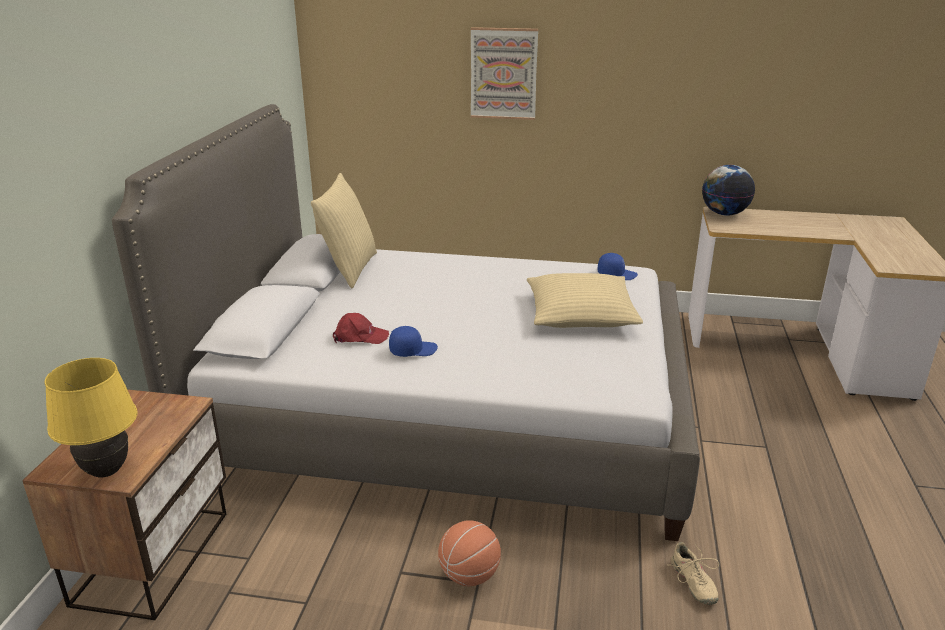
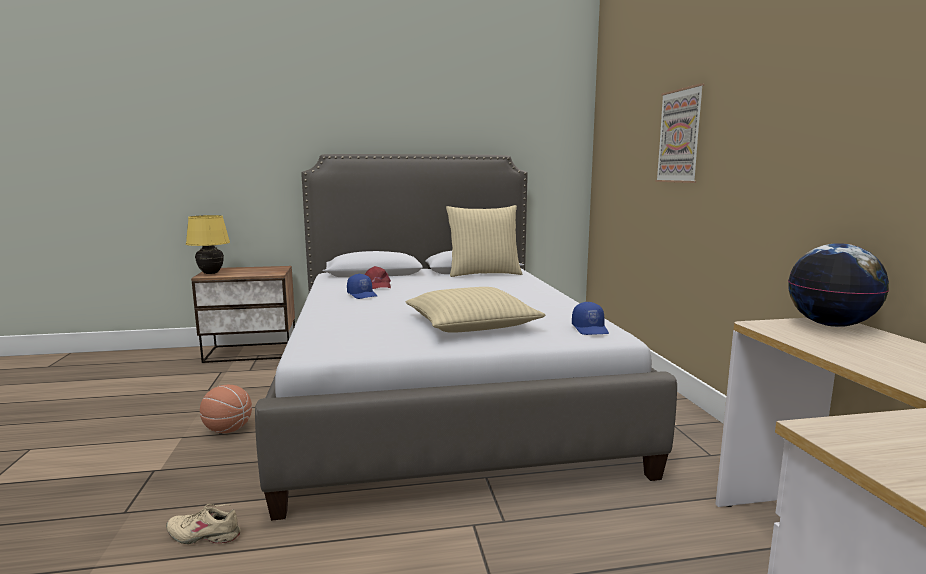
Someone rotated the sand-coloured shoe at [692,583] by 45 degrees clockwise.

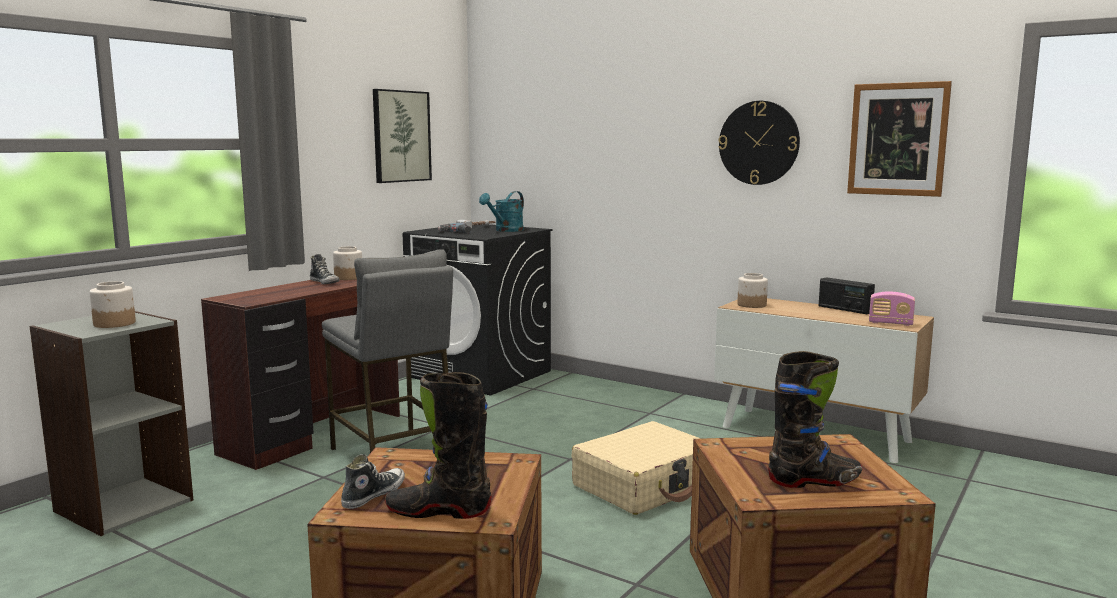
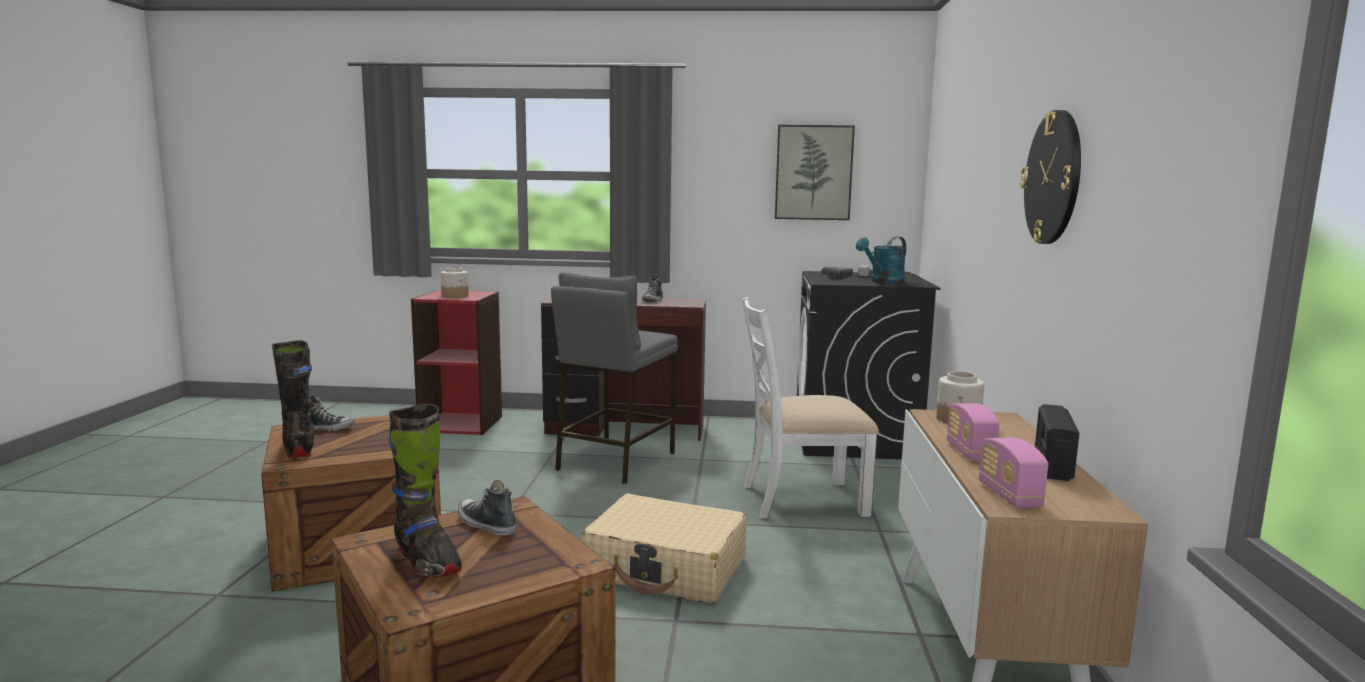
Someone repainted the grey shelving unit at [123,505], which became the red shelving unit at [461,423].
Someone took away the jar at [349,277].
Someone rotated the turquoise-coloured sprinkling can at [505,230] by 45 degrees counterclockwise.
Someone took away the picture at [897,139].
Someone put down the shoe at [486,524].
Someone put down the white upright chair at [802,499].
Someone put down the radio at [969,453].

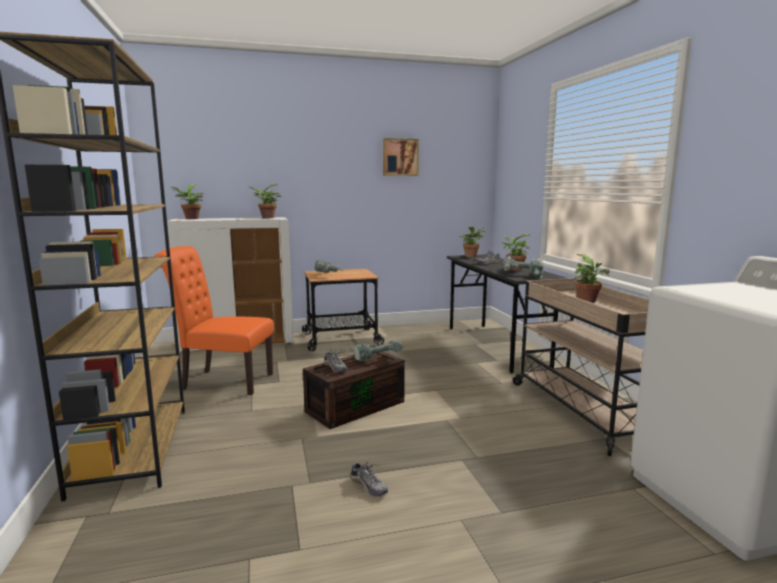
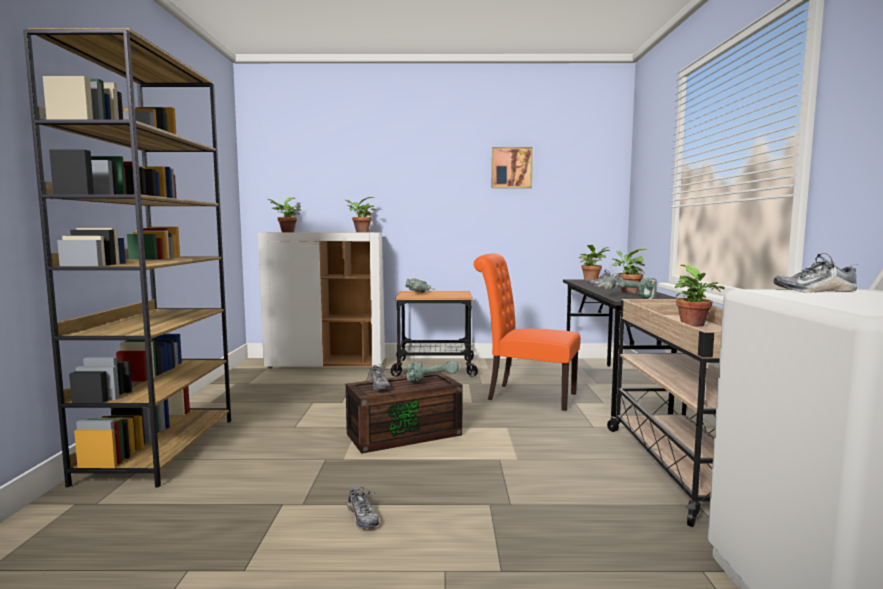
Someone carried the orangey upright chair from [222,381] to [526,396].
Someone put down the shoe at [814,291].

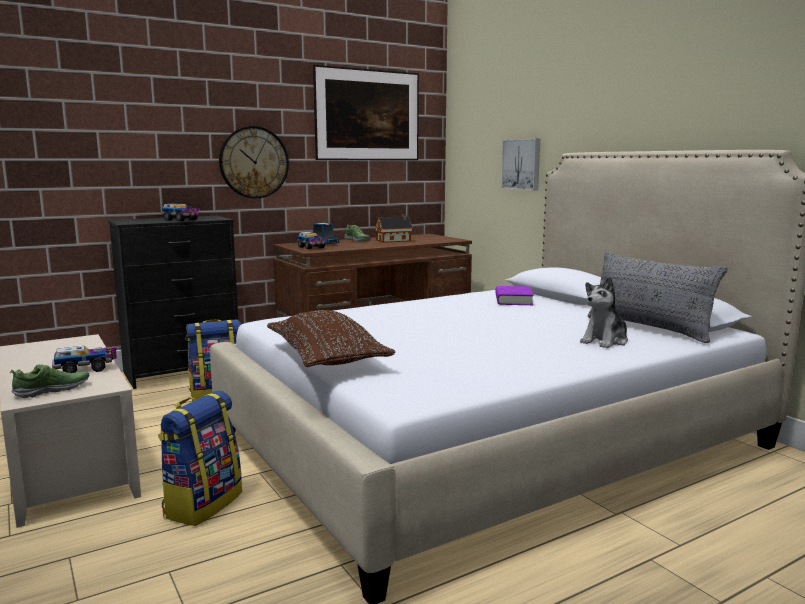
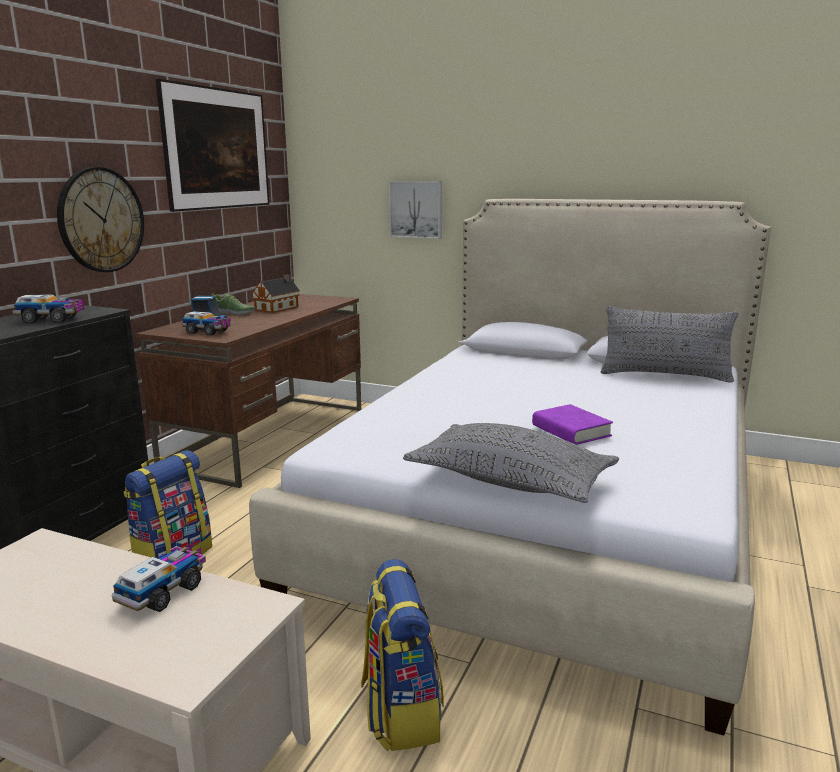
Someone took away the shoe at [52,390].
Someone repainted the brown cushion at [326,358], which became the grey cushion at [510,482].
Someone carried the purple book from [513,300] to [571,431].
Someone took away the soft toy at [605,341].

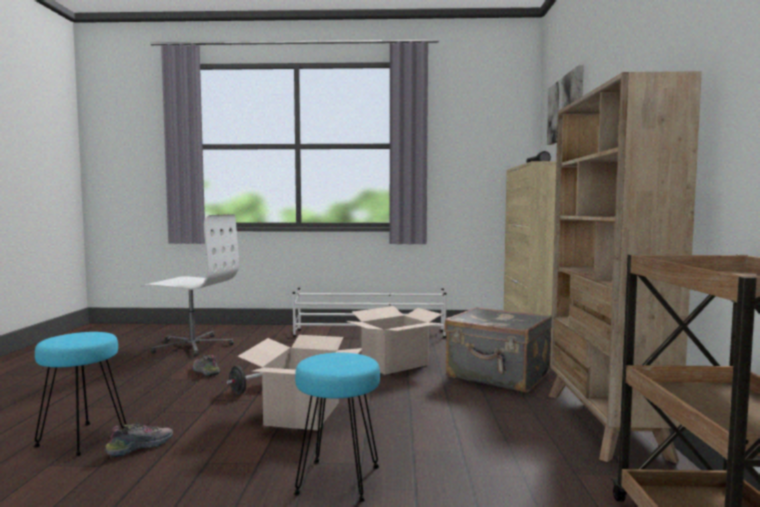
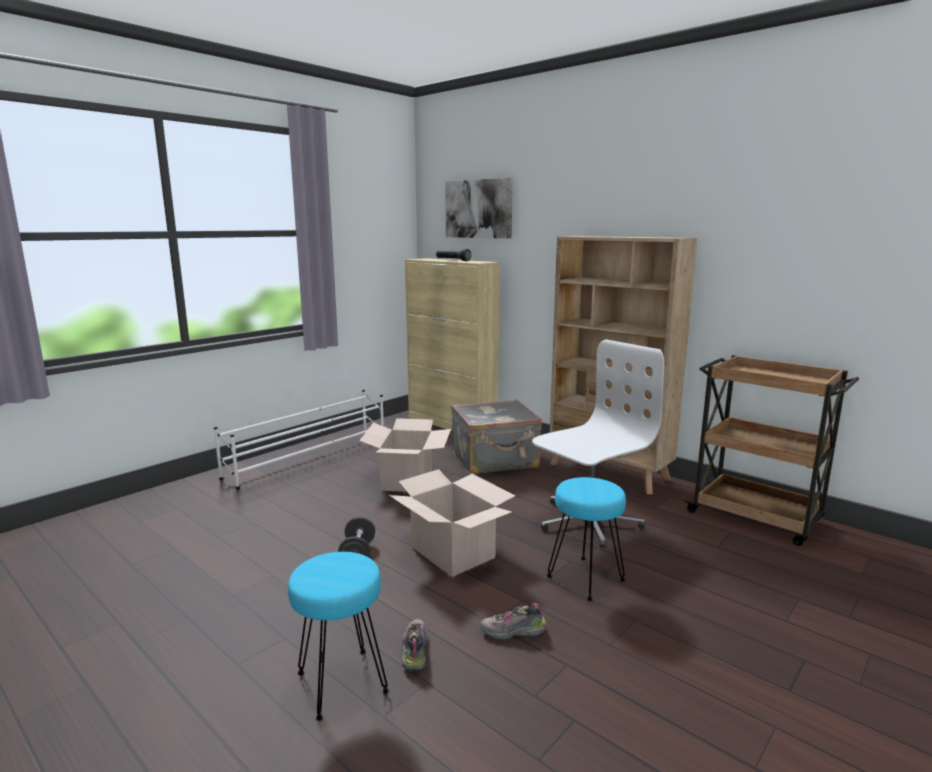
Someone carried the white office chair from [192,346] to [588,521].
Someone carried the shoe from [205,371] to [512,632].

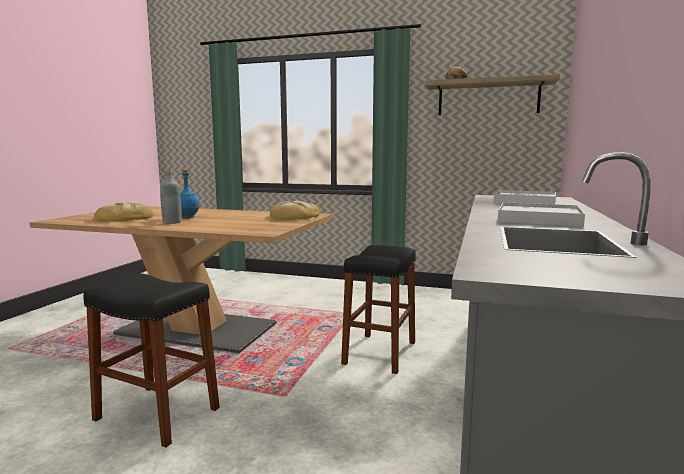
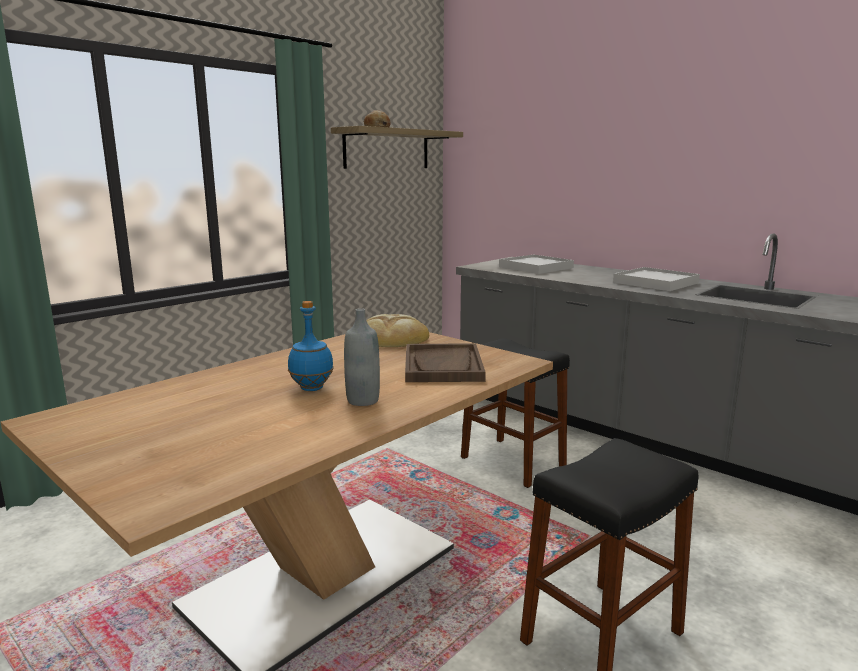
Someone took away the bakery bread at [124,218].
Someone put down the brown carrying tray at [443,366].

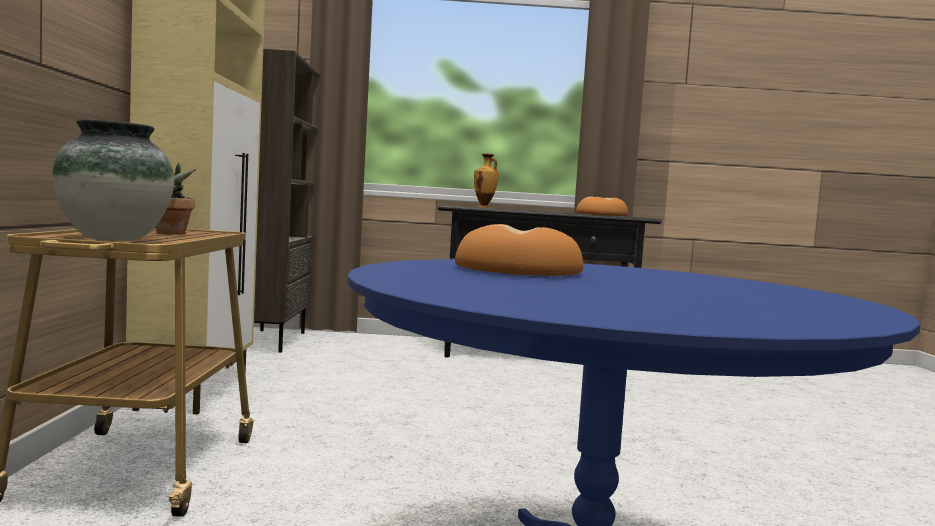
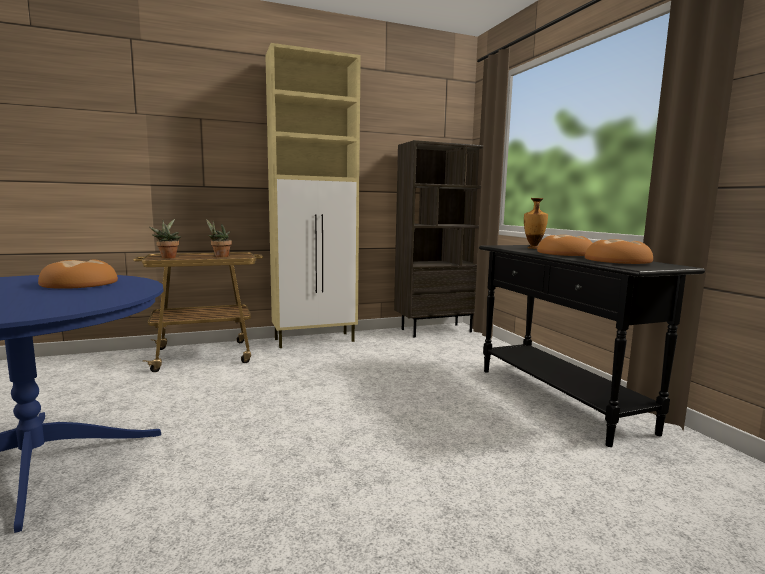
Someone swapped the flower vase at [115,239] for the plant in a pot at [168,257].
Someone put down the bakery bread at [564,254].

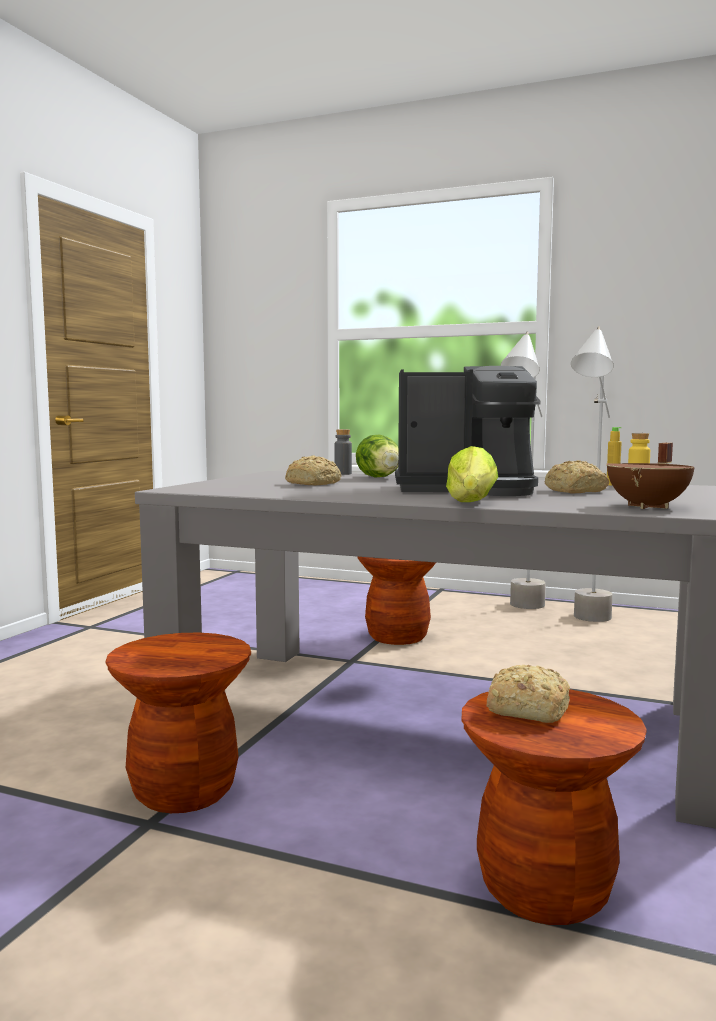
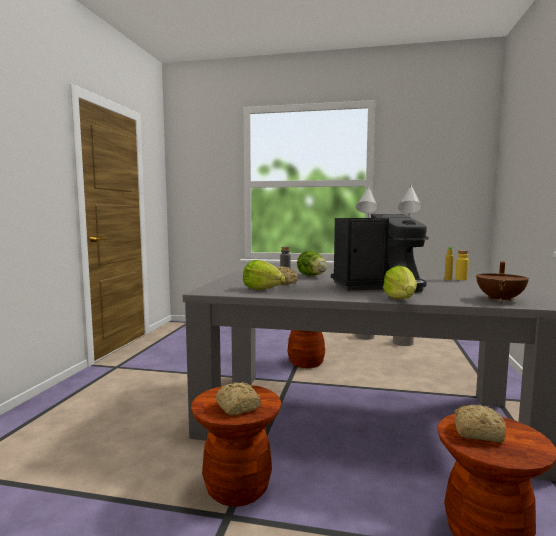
Someone carried the bakery bread from [575,491] to [237,407].
Someone put down the lettuce head at [262,289].

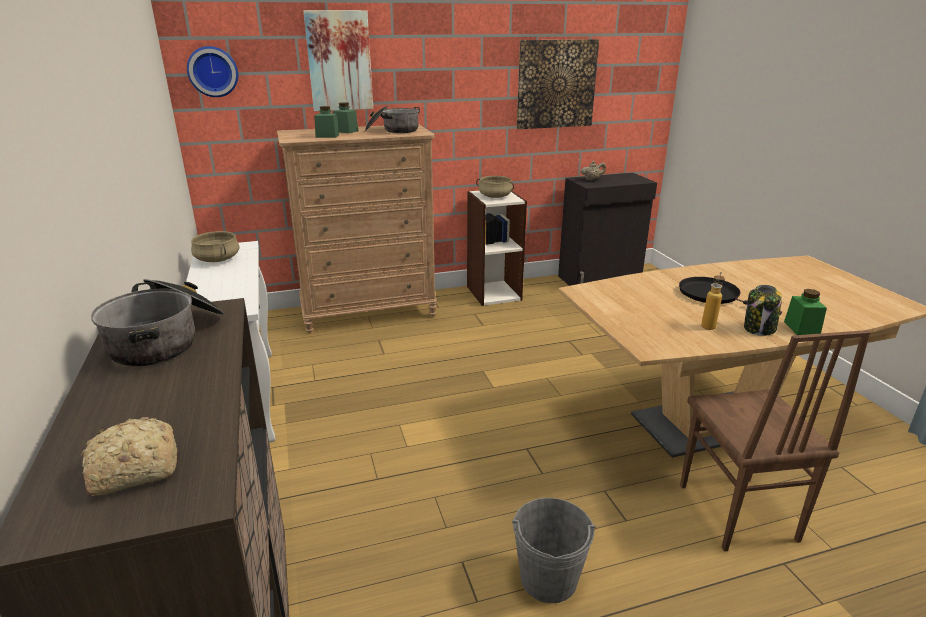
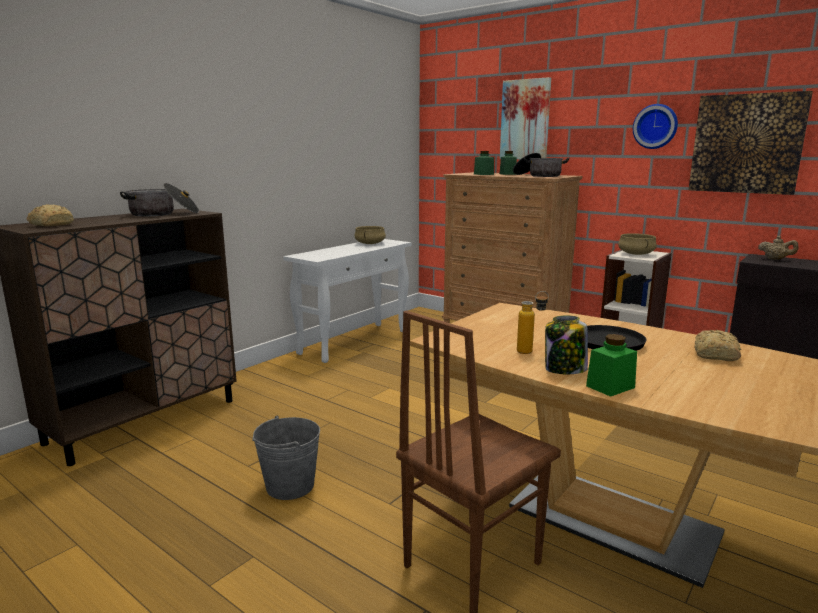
Someone carried the hanging clock from [213,71] to [655,126].
Someone put down the bakery bread at [715,355].

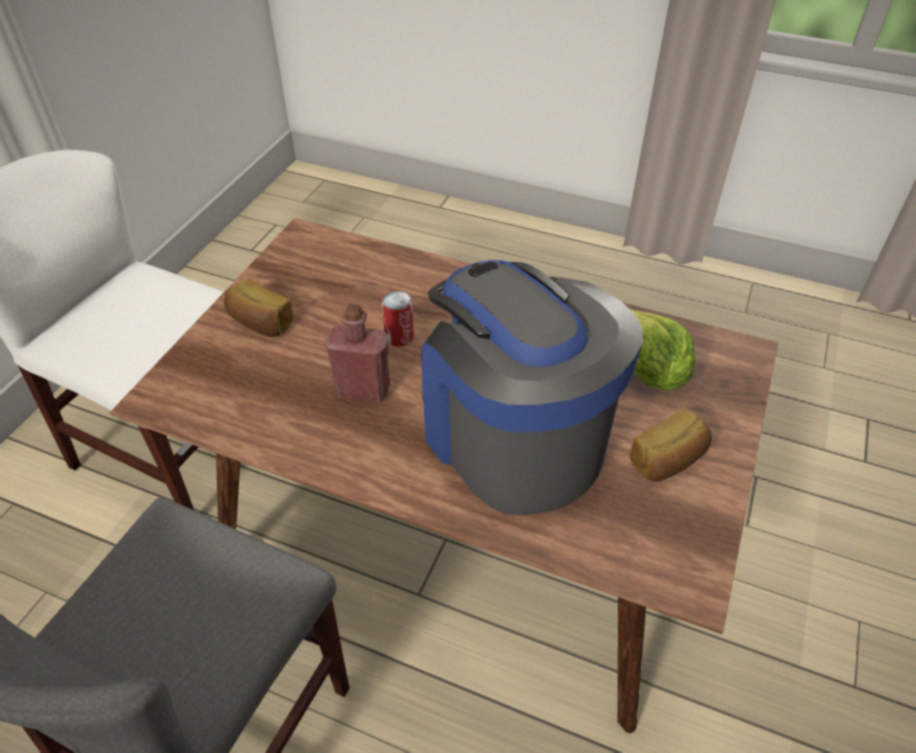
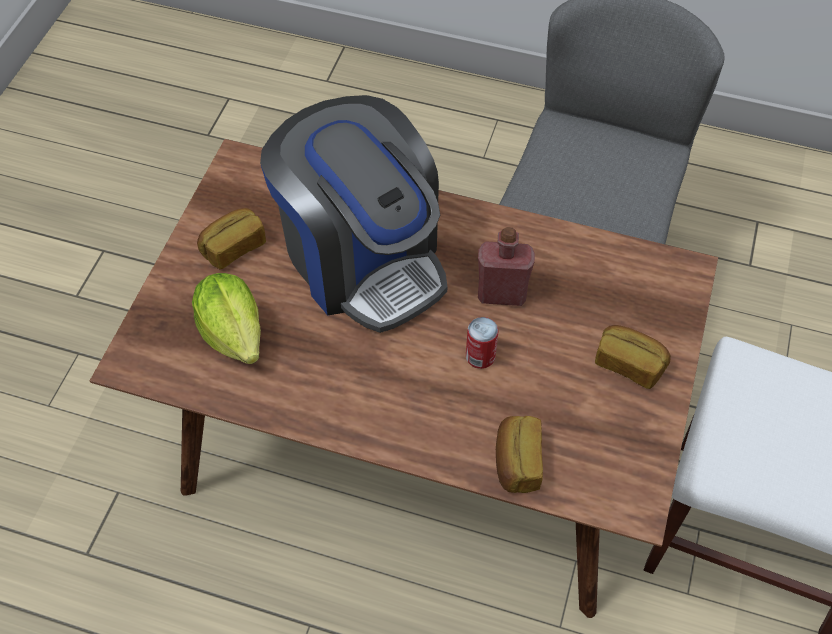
Someone put down the bakery bread at [516,462].

